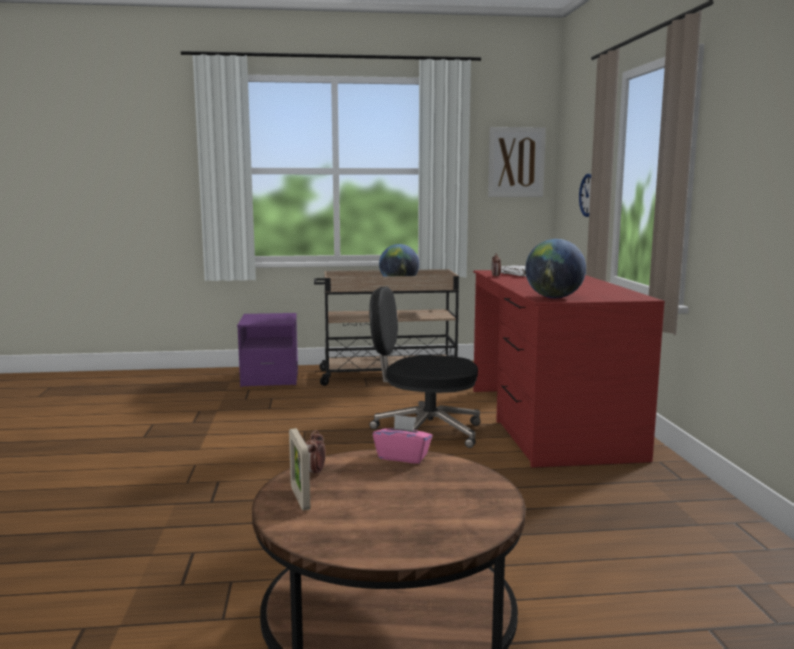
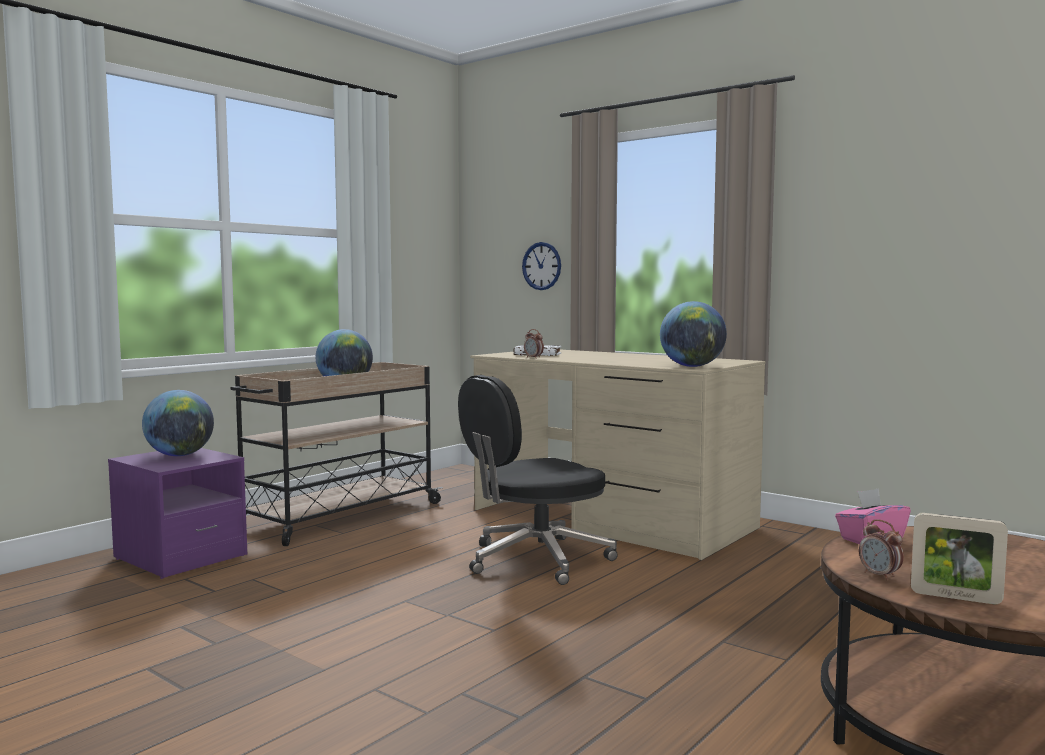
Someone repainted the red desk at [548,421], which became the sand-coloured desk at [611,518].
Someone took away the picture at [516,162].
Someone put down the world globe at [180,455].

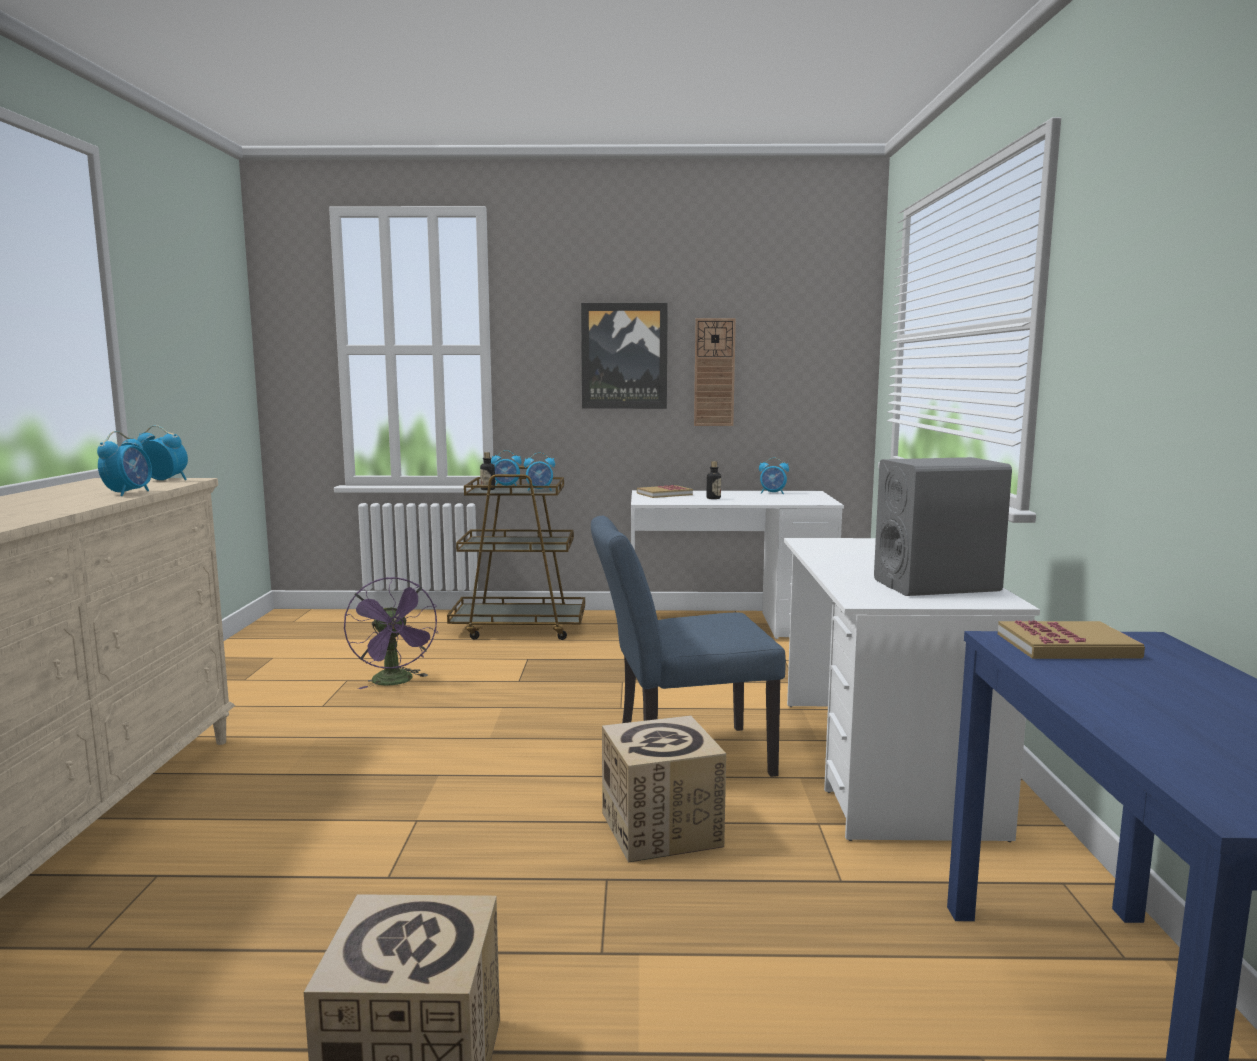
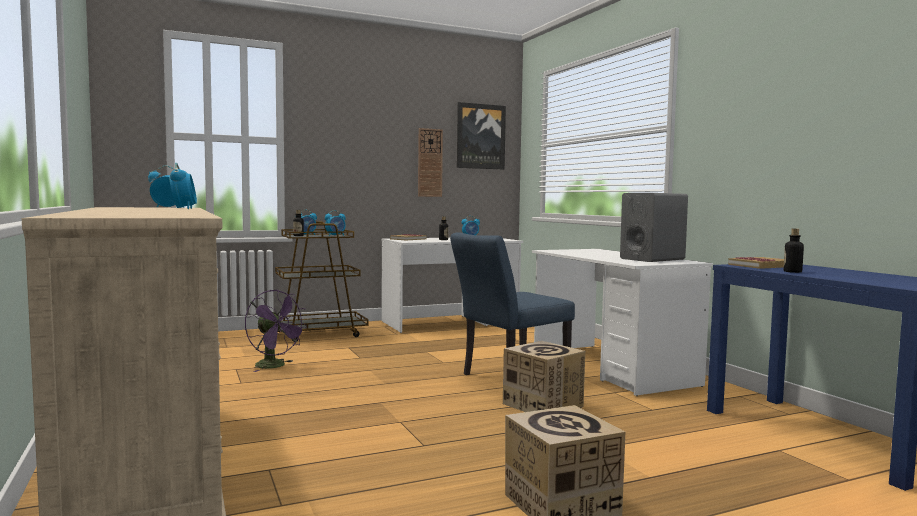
Someone carried the picture from [624,356] to [480,136].
Someone put down the drink bottle at [792,272].

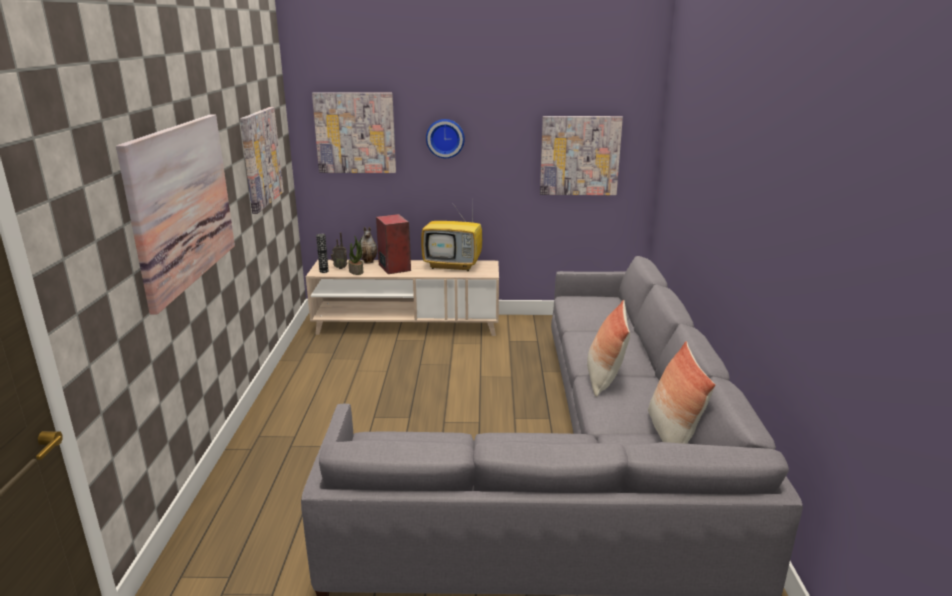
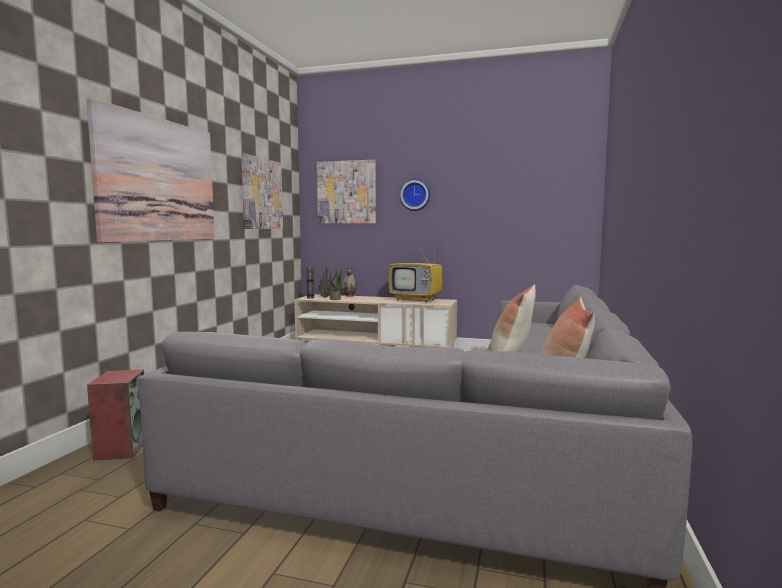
Someone carried the speaker from [394,267] to [121,448].
Someone took away the picture at [579,155].

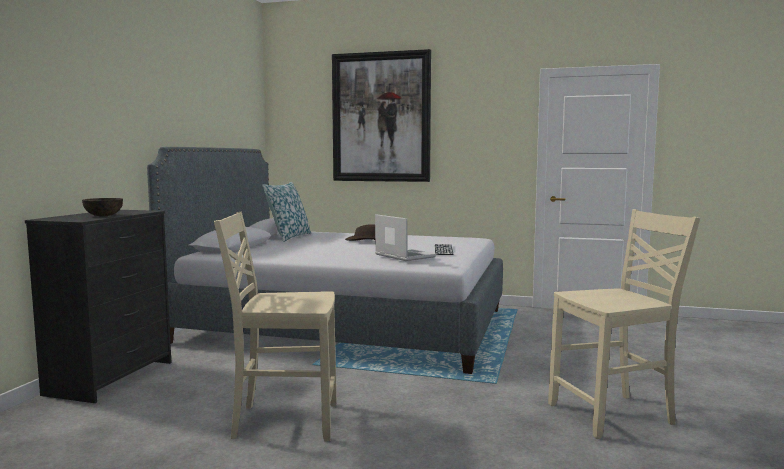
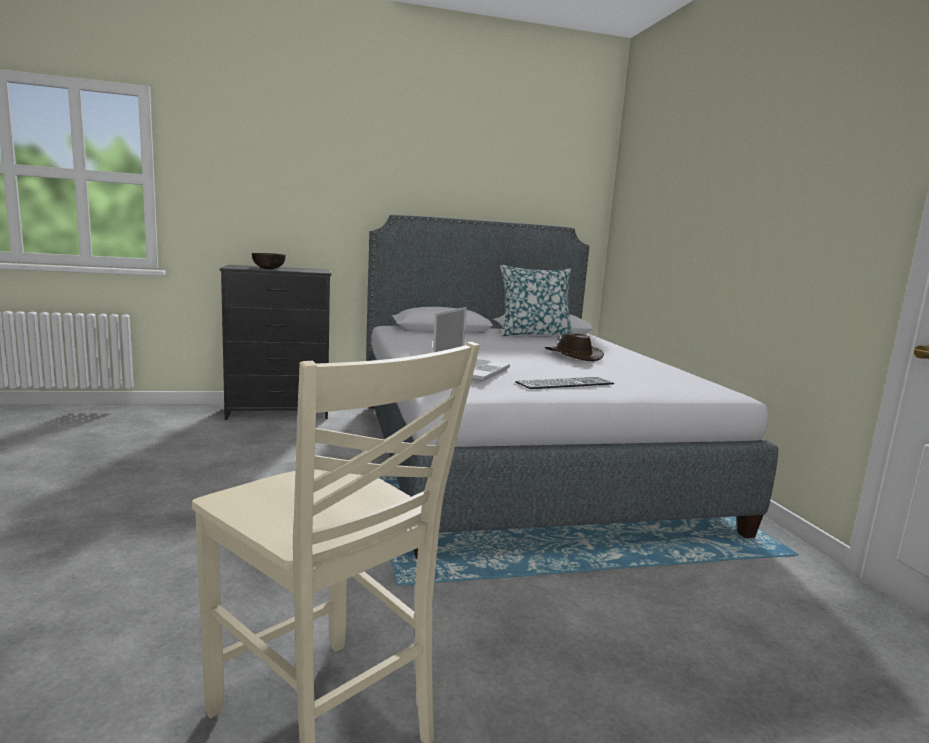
Someone took away the sand-coloured upright chair at [284,421].
Someone took away the picture at [381,117].

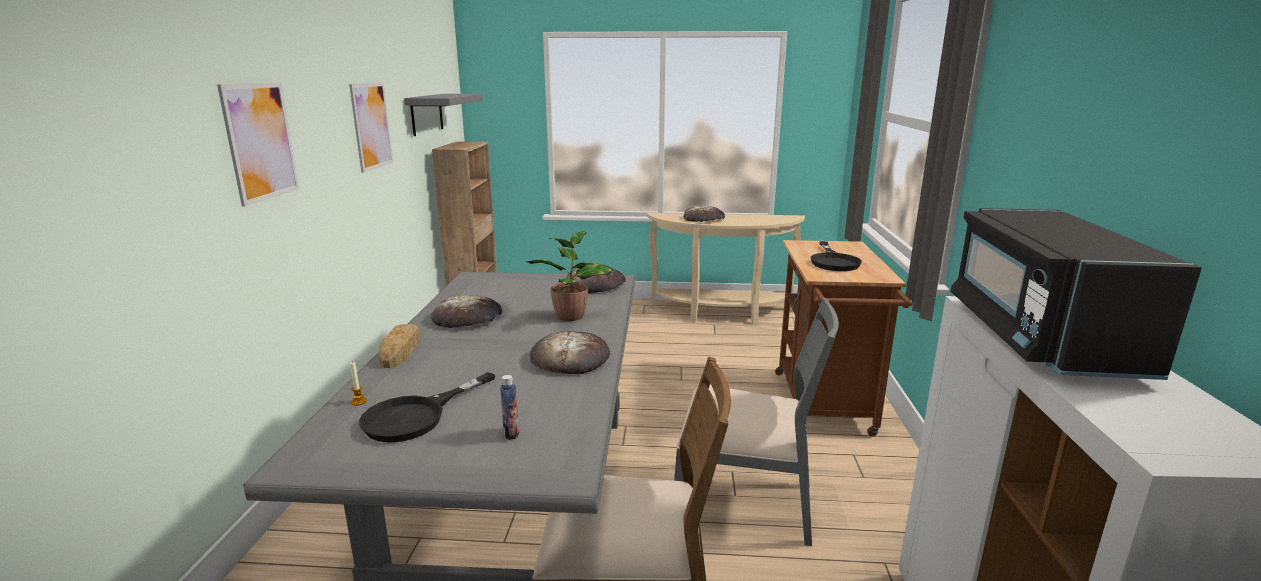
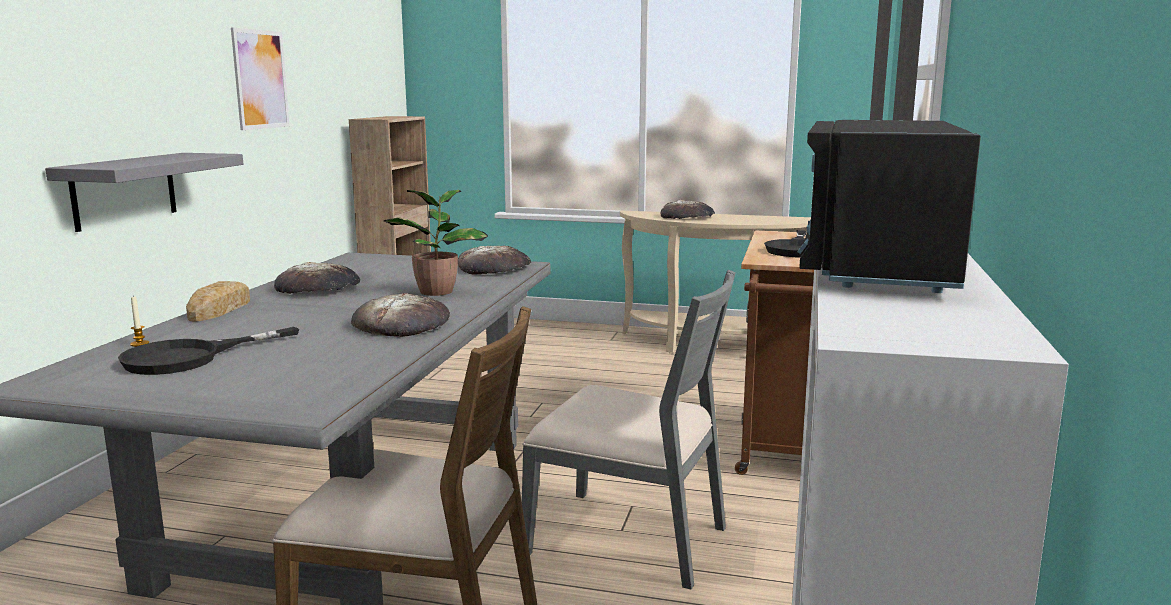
Someone took away the picture at [260,141].
Someone carried the grey wall shelf from [426,114] to [124,190].
Someone took away the drink bottle at [511,433].

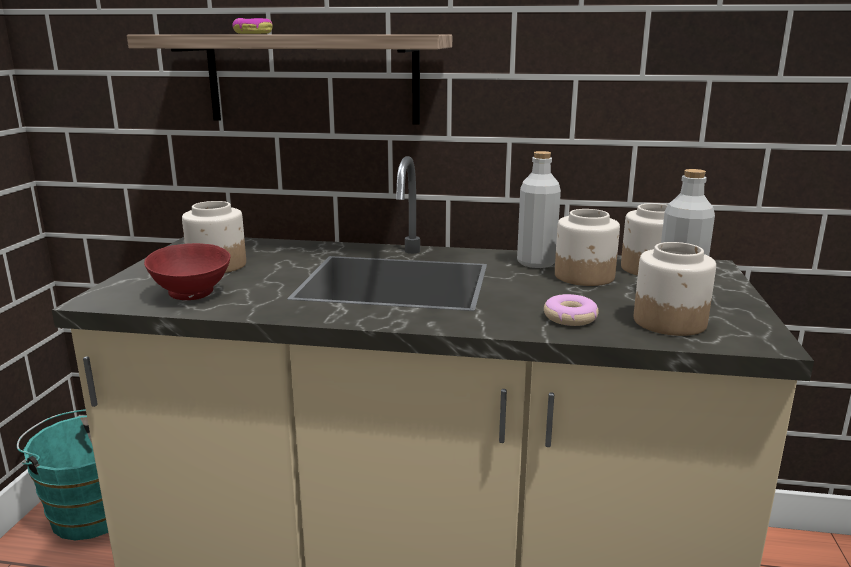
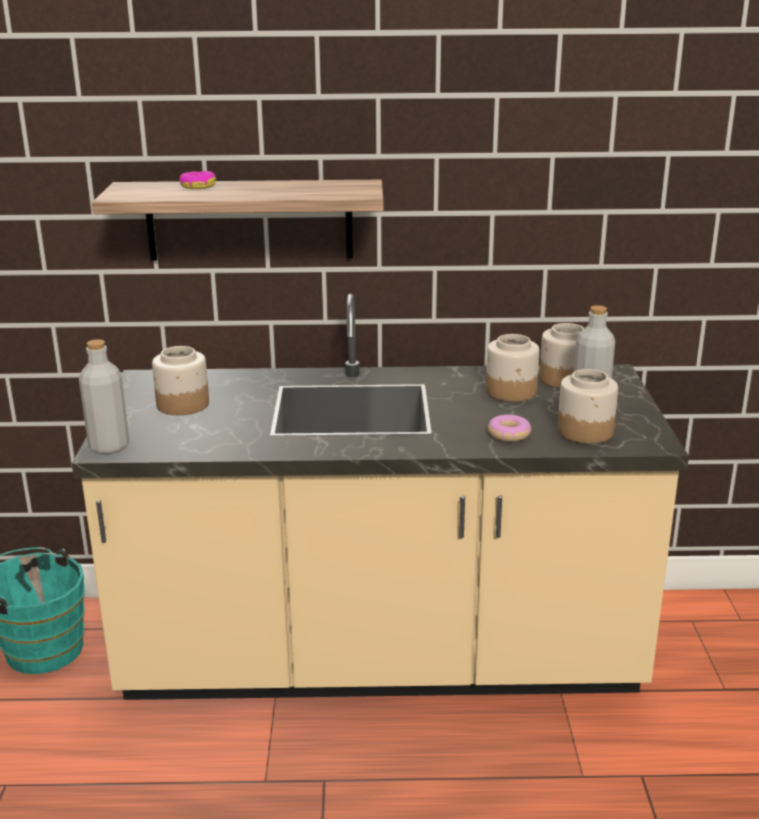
Someone took away the red bowl at [190,294].
Someone carried the grey drink bottle from [536,263] to [109,447].

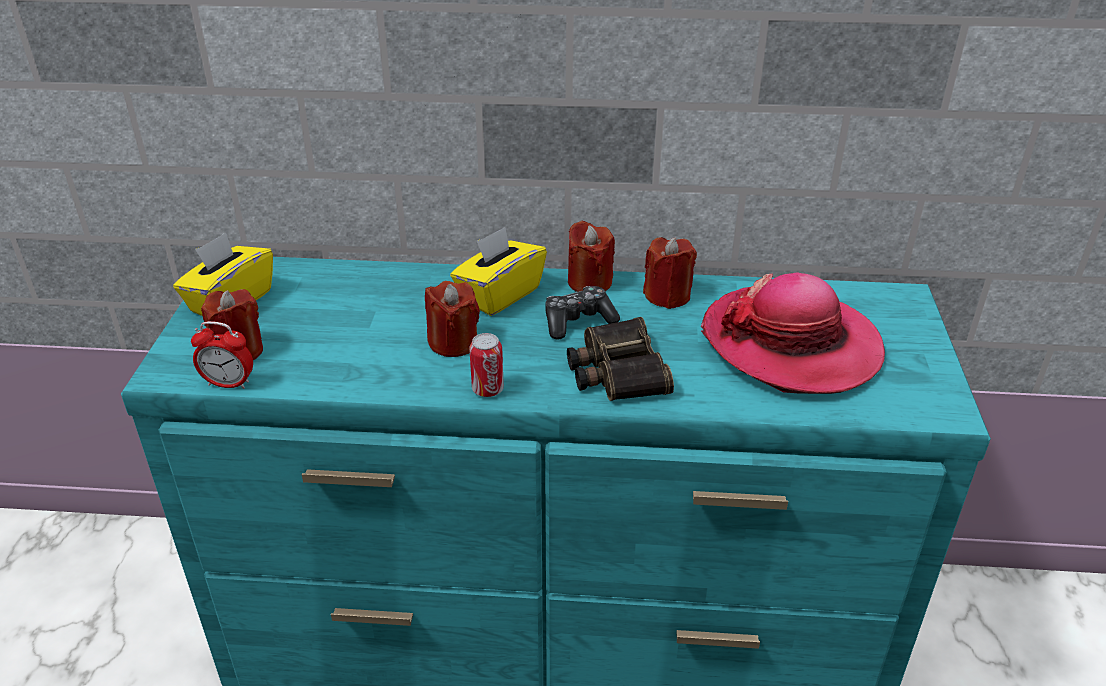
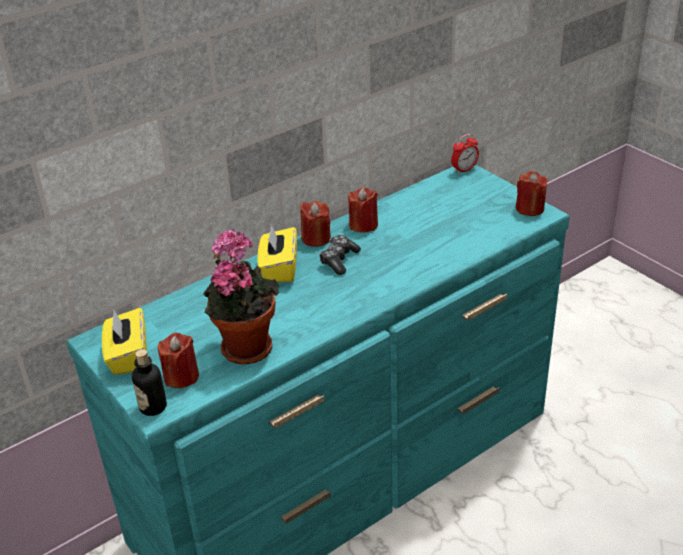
Someone carried the alarm clock from [229,383] to [464,170].
Someone carried the red wax light from [453,343] to [530,208].
Someone took away the sealed can at [487,389].
Someone took away the pair of binoculars at [616,371].
Someone took away the clothing hat at [791,344].
Someone put down the drink bottle at [153,407].
Someone put down the plant in a pot at [245,345].

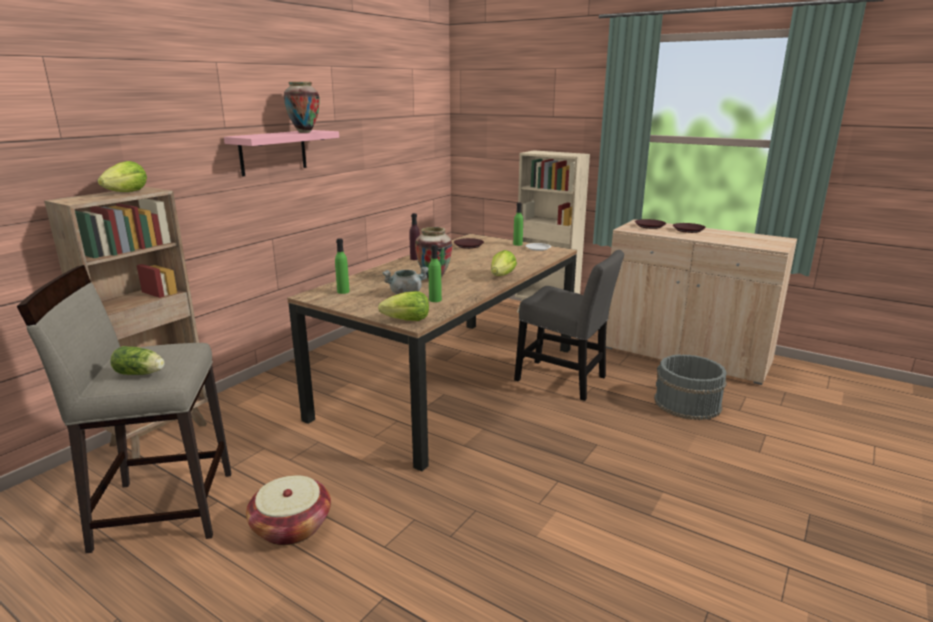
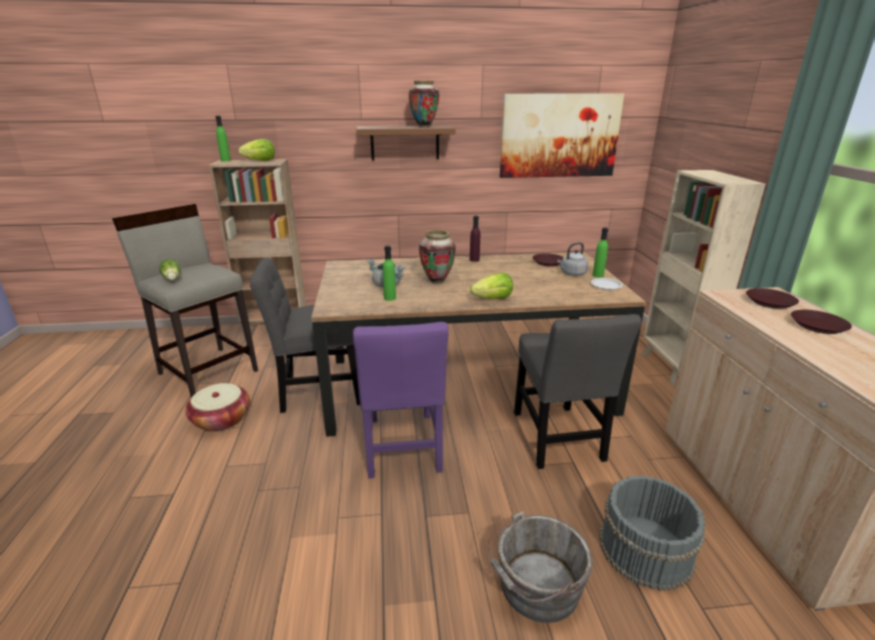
Someone repainted the pink wall shelf at [273,152], which became the brown wall shelf at [405,142].
Someone carried the green-coloured drink bottle from [343,291] to [225,160].
Someone took away the lettuce head at [407,320].
Someone put down the grey upright chair at [317,392].
Someone put down the purple upright chair at [403,448].
Someone put down the grey water bucket at [535,588].
Someone put up the picture at [559,136].
Someone put down the grey tea kettle at [572,274].

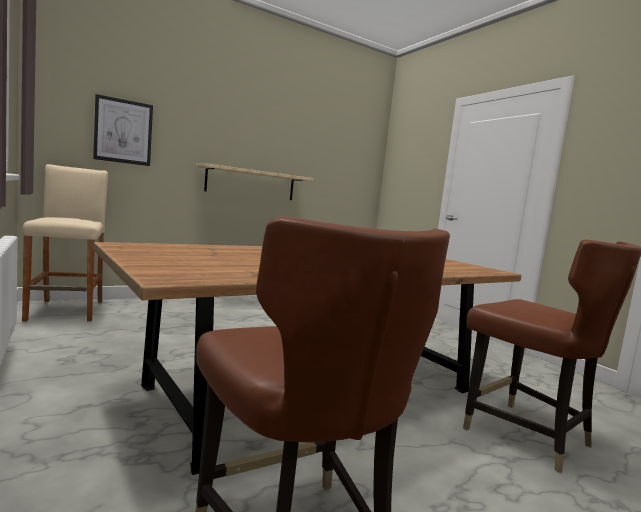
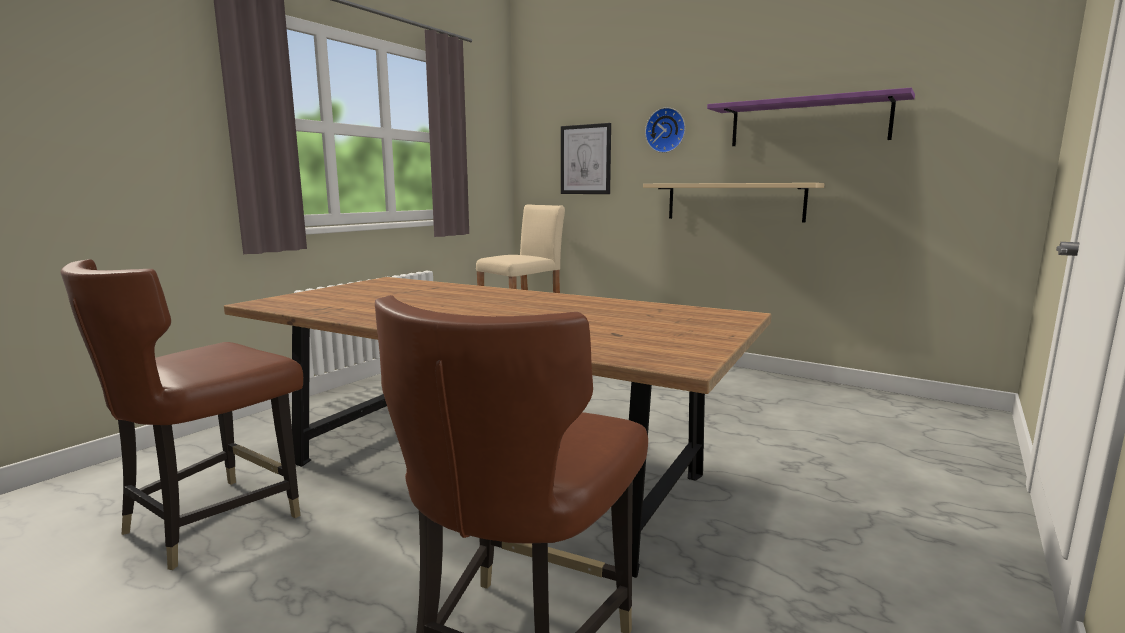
Someone put up the hanging clock at [666,130].
Someone put up the purple wall shelf at [808,122].

